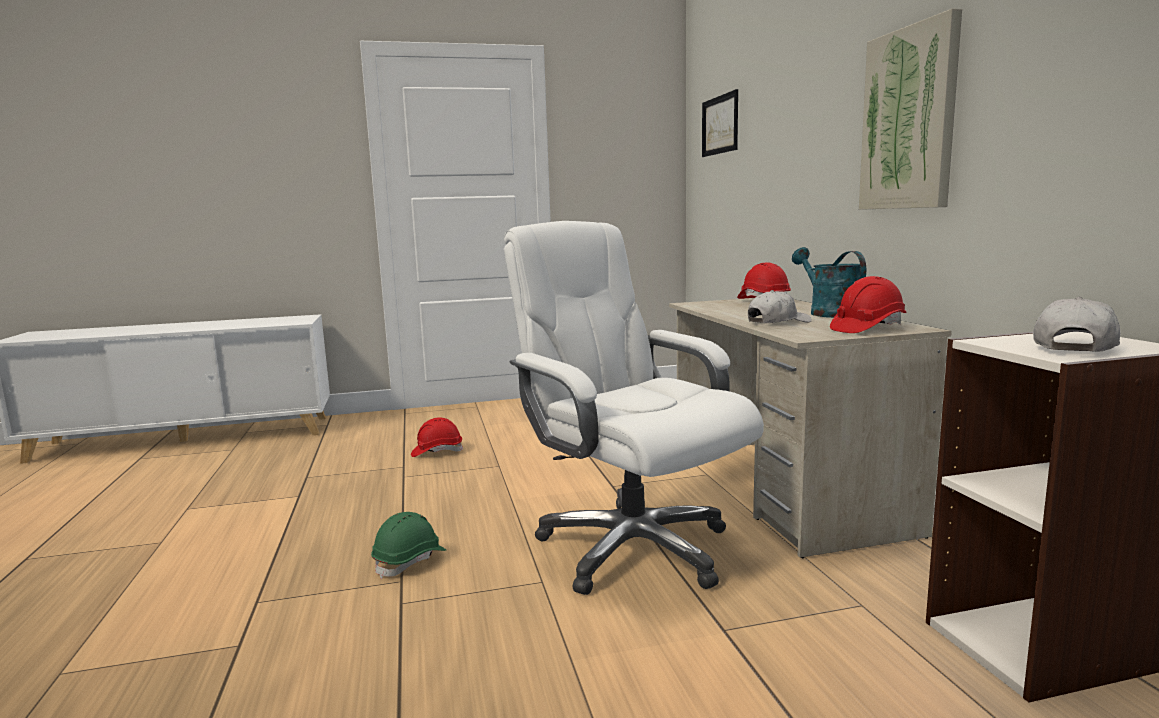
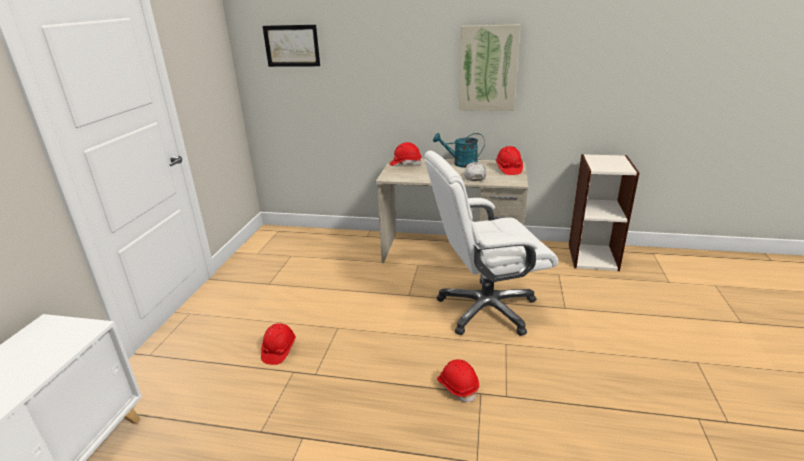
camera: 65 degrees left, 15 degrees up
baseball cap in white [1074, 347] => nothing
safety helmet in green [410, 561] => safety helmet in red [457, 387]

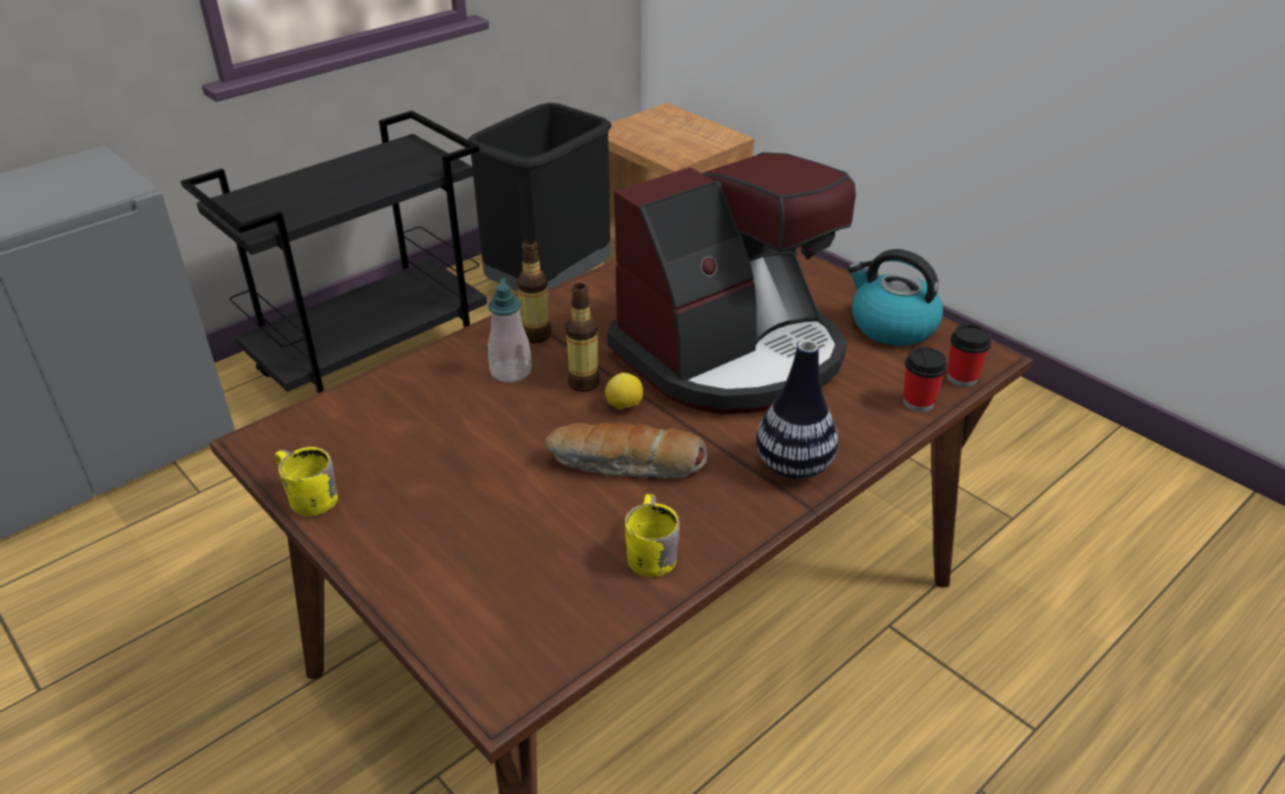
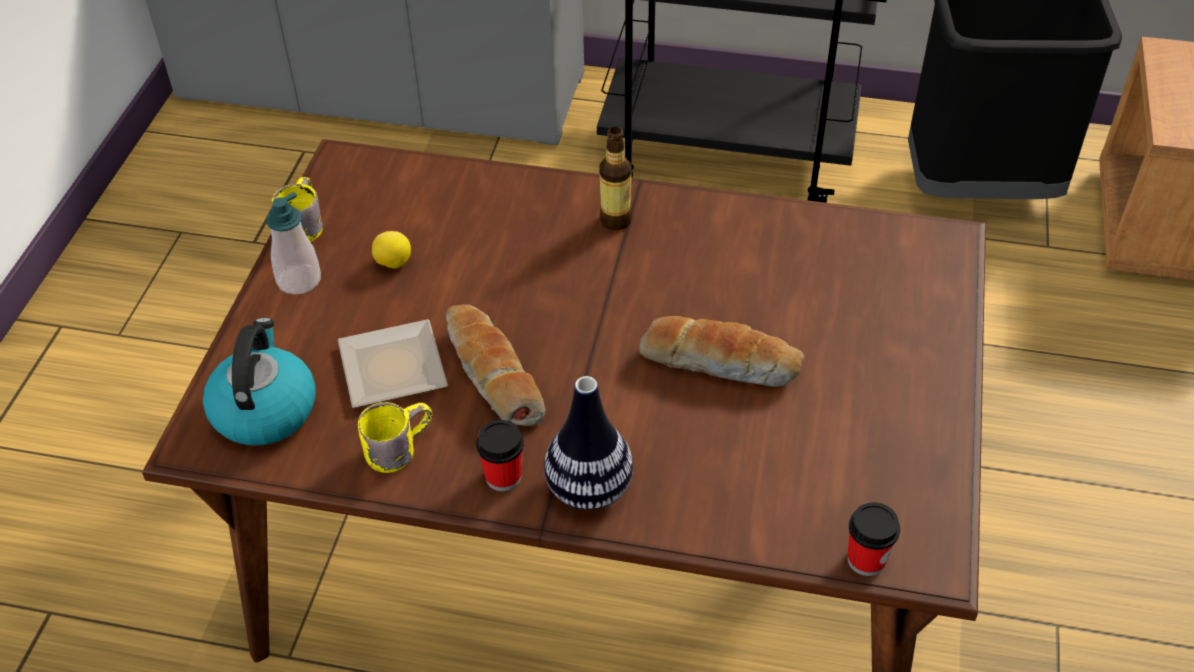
camera: 55 degrees right, 10 degrees up
coffee machine [732, 355] => bakery bread [720, 362]
tea kettle [891, 326] => tea kettle [264, 409], move
soap bottle [511, 371] => soap bottle [299, 280], move
bottle [583, 383] => nothing
small cup [918, 402] => small cup [503, 476], move
whole lemon [624, 406] => whole lemon [393, 263], move
nothing => plate [396, 370]

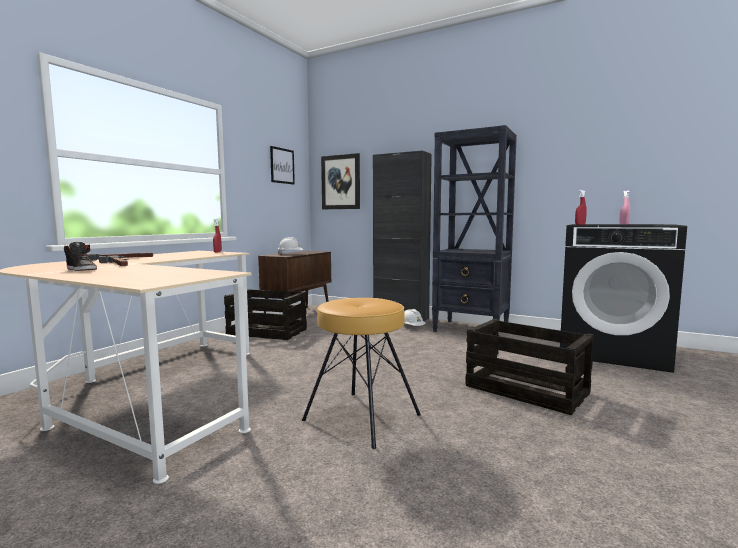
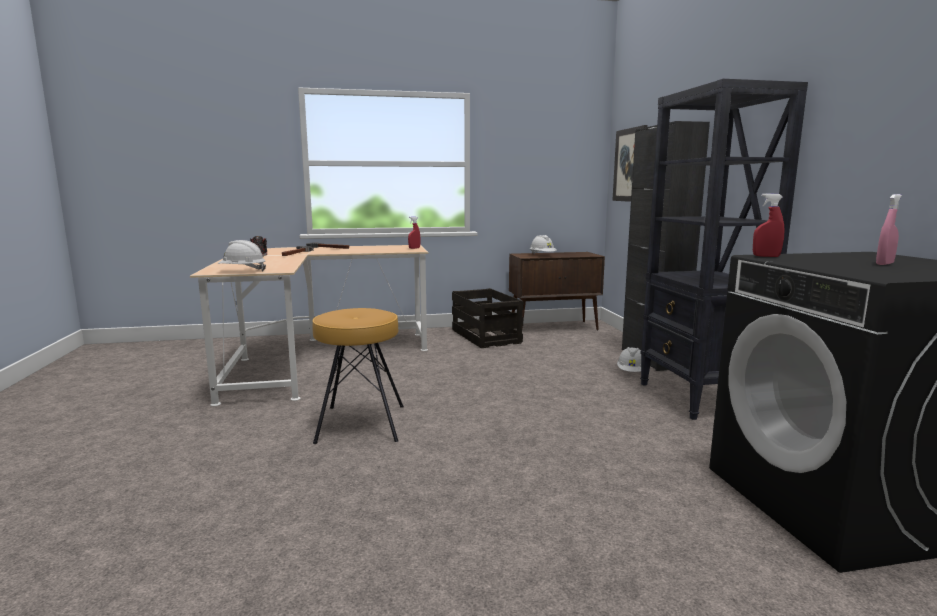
camera: 50 degrees right, 5 degrees up
wall art [282, 166] => nothing
packing crate [525, 389] => nothing
nothing => safety helmet in white [242, 271]

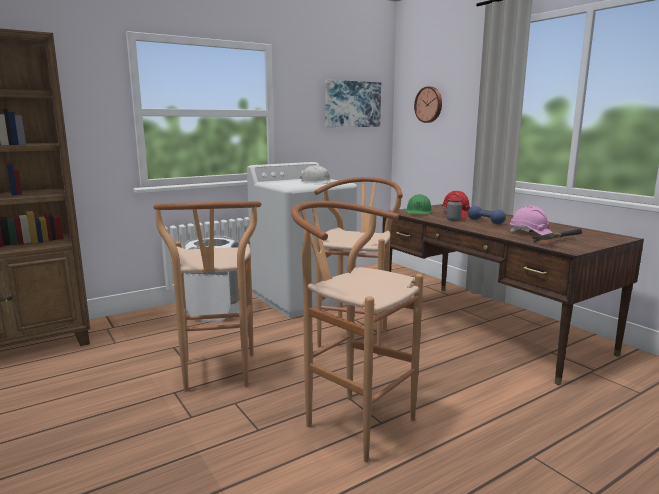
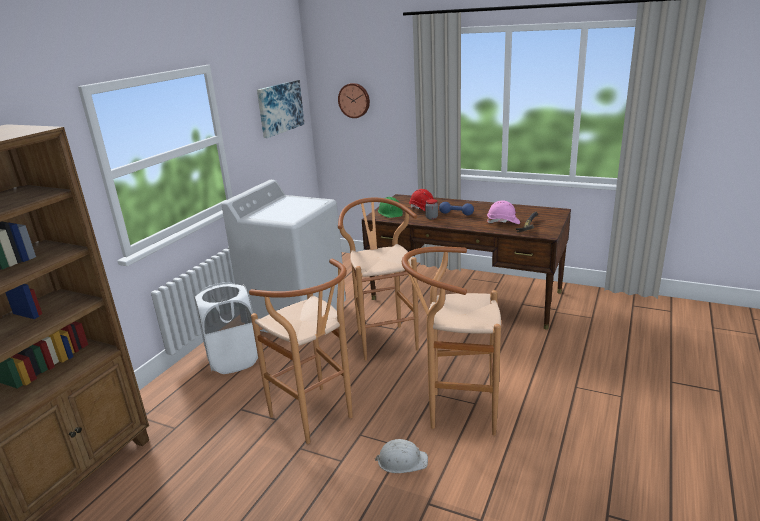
camera: 30 degrees left, 10 degrees up
safety helmet in white [317, 182] => safety helmet in white [402, 461], move

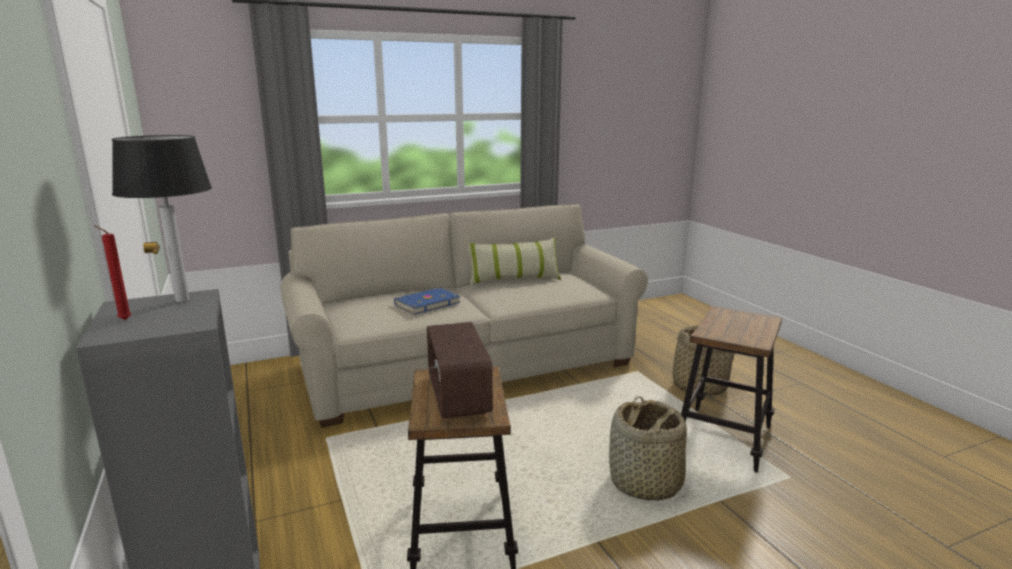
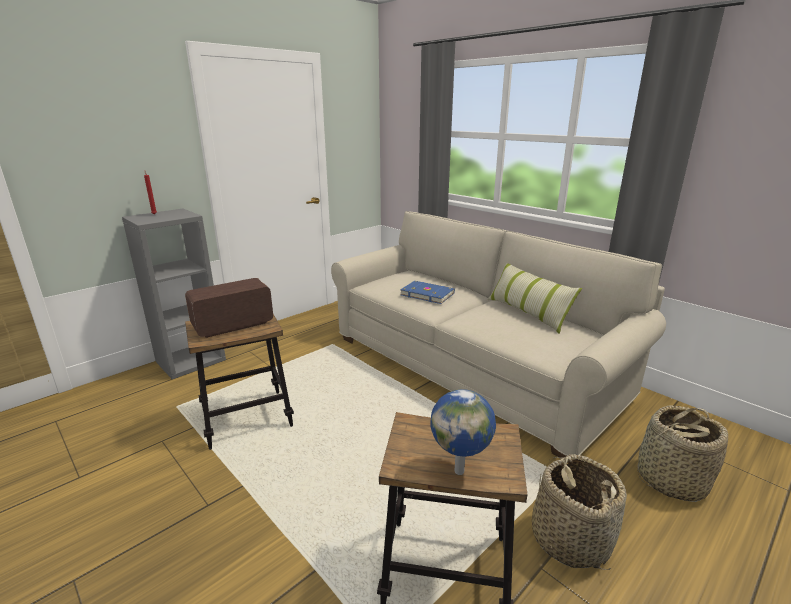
camera: 70 degrees right, 5 degrees up
tabletop lamp [181, 299] => nothing
storage basket [645, 483] => storage basket [670, 480], move
nothing => desk globe [460, 470]

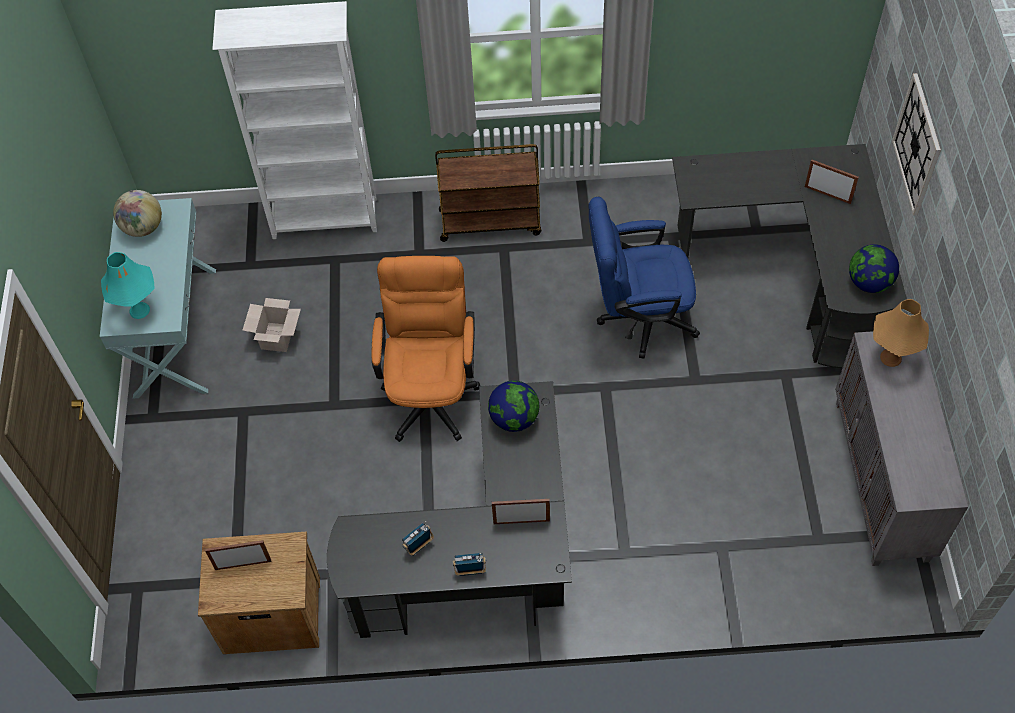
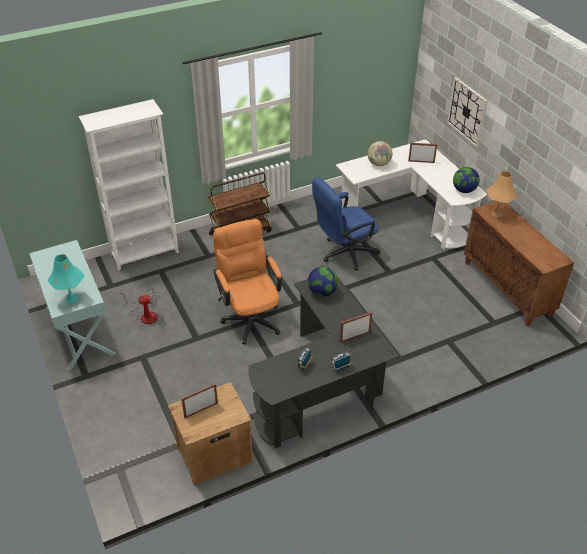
camera: 25 degrees left, 15 degrees down
desk in black-coloured [793, 273] => desk in white [410, 216]
desk globe [143, 227] => desk globe [378, 164], move
carton [277, 336] => cooling fan [144, 315]
storage cabinet in greyish [882, 480] => storage cabinet in brownish [508, 289]

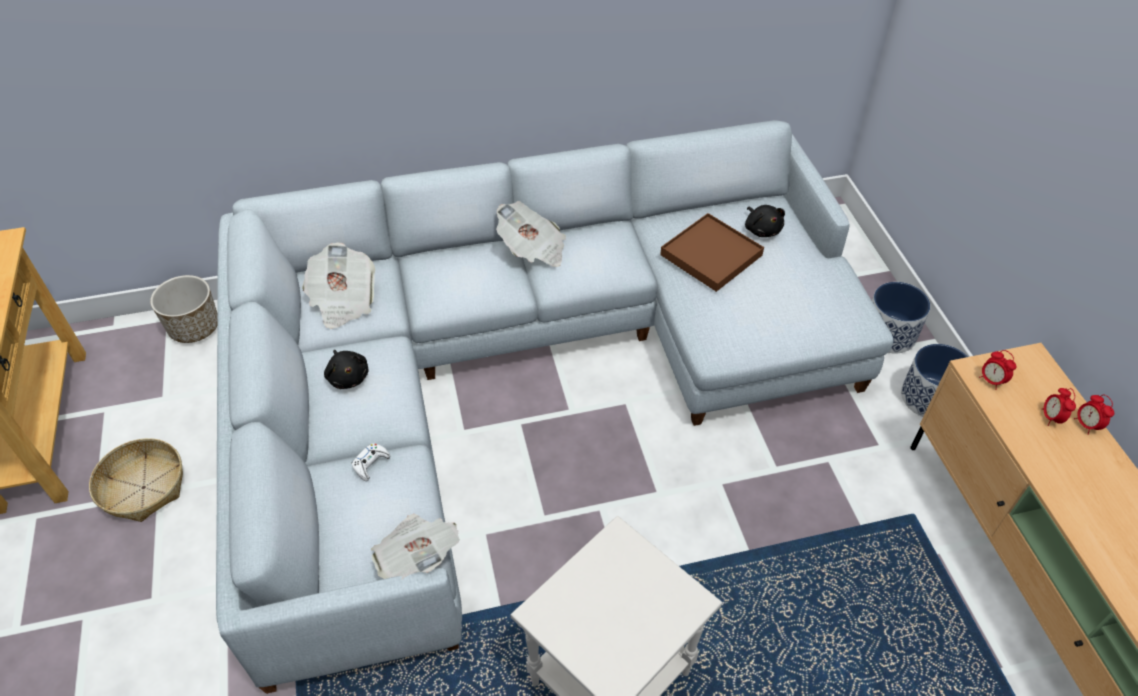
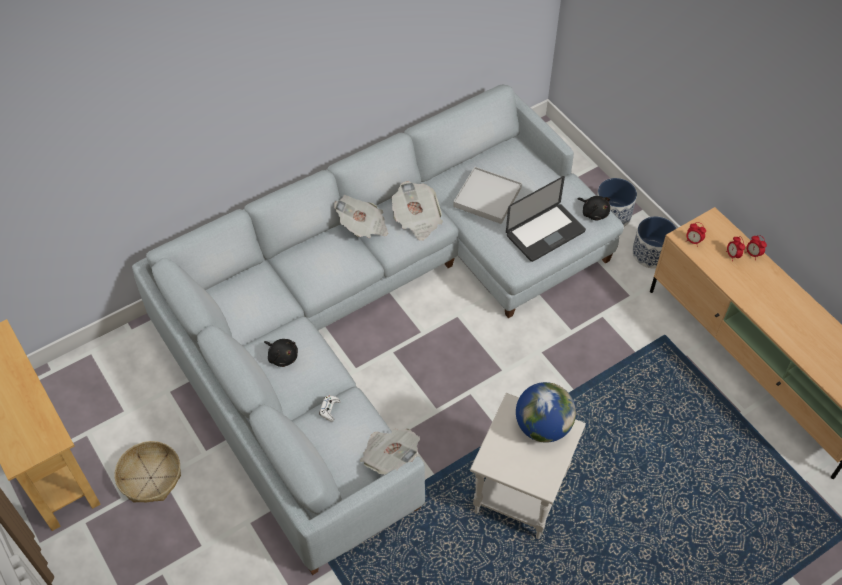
camera: 20 degrees left, 5 degrees up
soft toy in black-coloured [762, 229] => soft toy in black-coloured [594, 212], move
tray in brownish [711, 255] => tray in white [487, 197]
daily paper [343, 300] => daily paper [417, 220], move
planter [194, 327] => nothing
nothing => notebook computer [545, 233]
nothing => desk globe [542, 426]

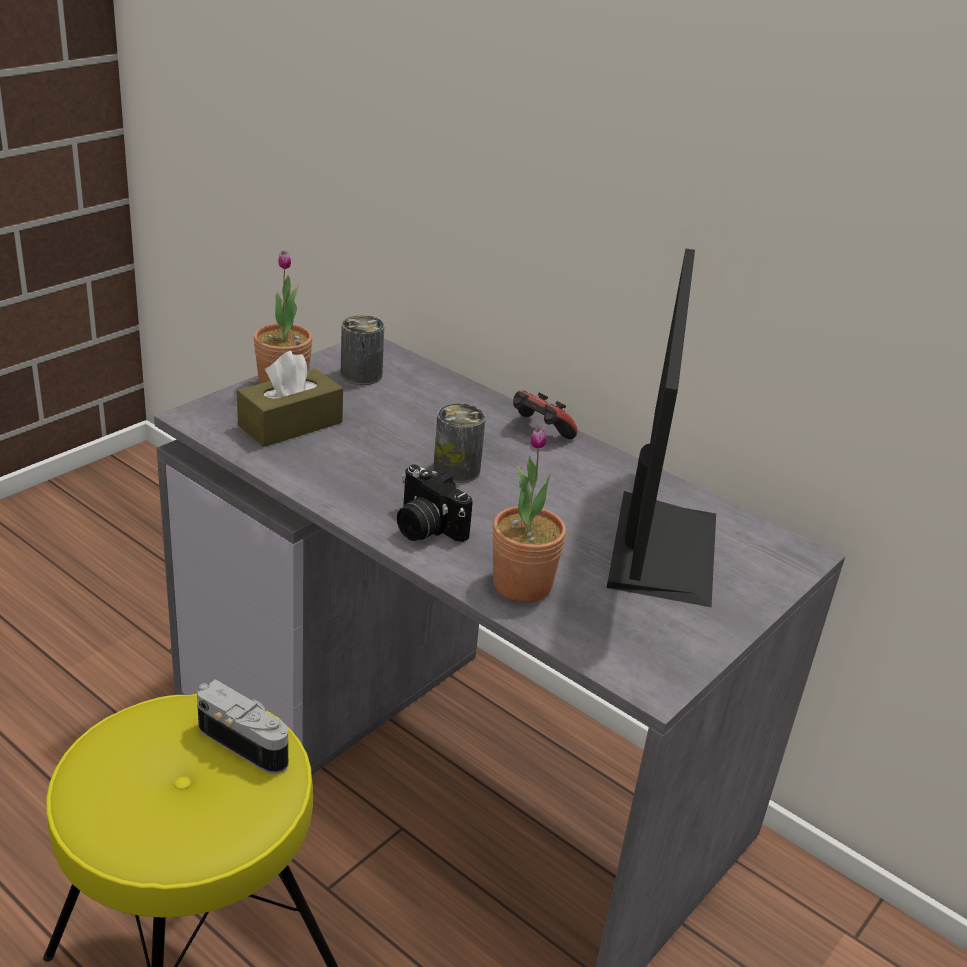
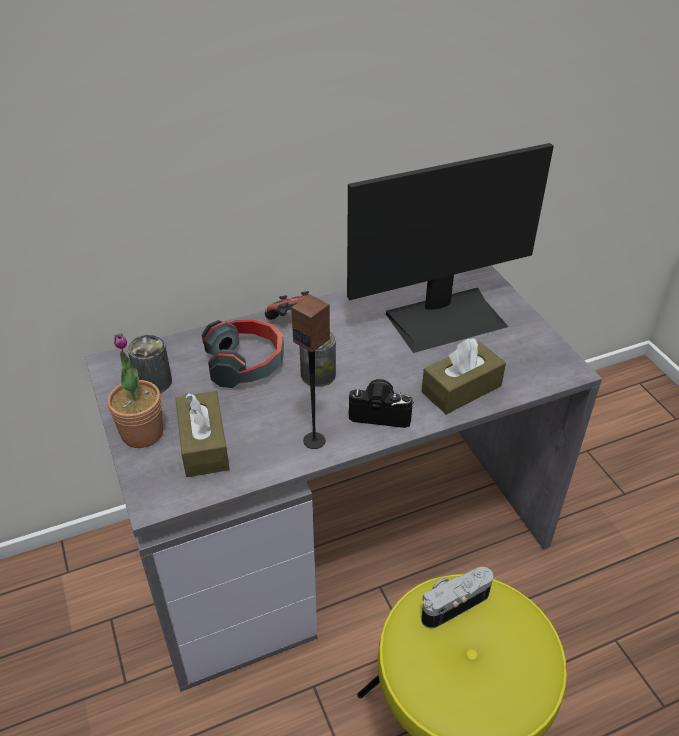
camera: 60 degrees left, 10 degrees up
computer screen [658, 546] => computer screen [445, 318], 120 degrees clockwise
plant in a pot [522, 584] => tissue box in brownish [461, 389]
photo camera [425, 527] => photo camera [381, 413], 150 degrees counterclockwise
nothing => audio speaker [314, 440]
nothing => pair of headphones [246, 363]

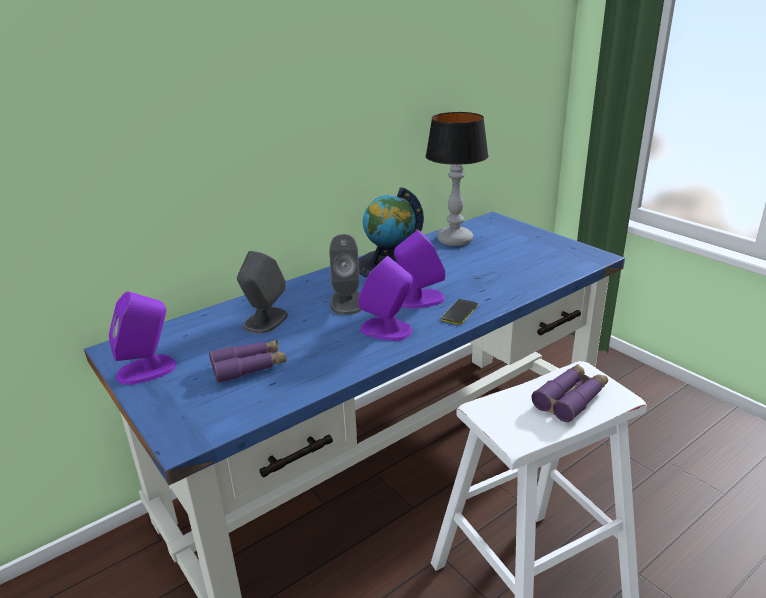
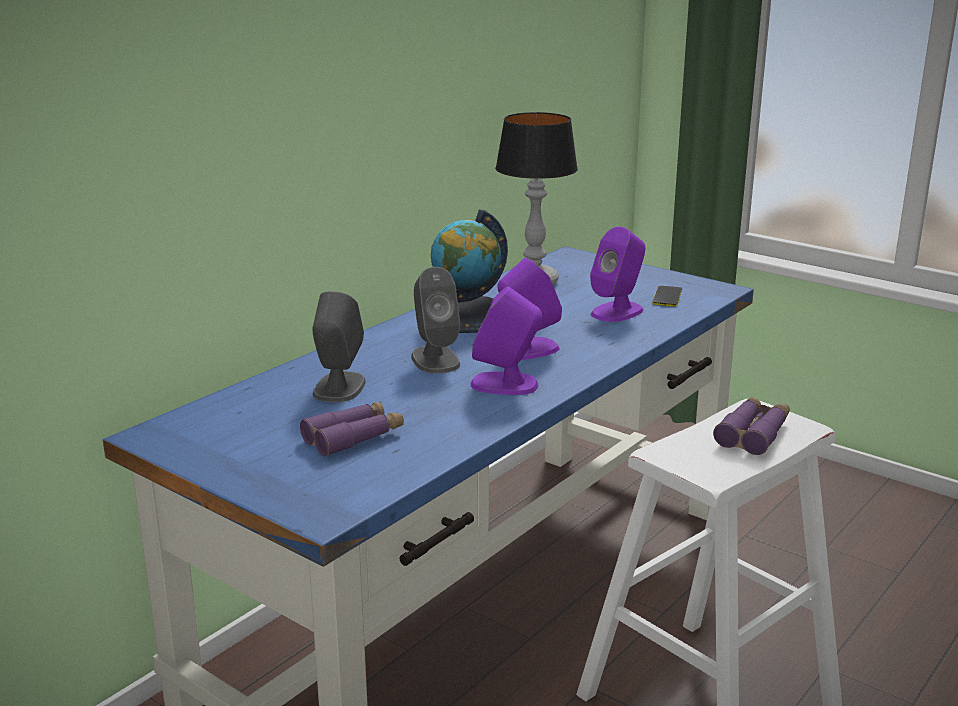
camera: 15 degrees left, 5 degrees down
audio speaker in purple-coloured [147, 370] => audio speaker in purple-coloured [617, 311], move
phone [459, 312] => phone [667, 297], move

